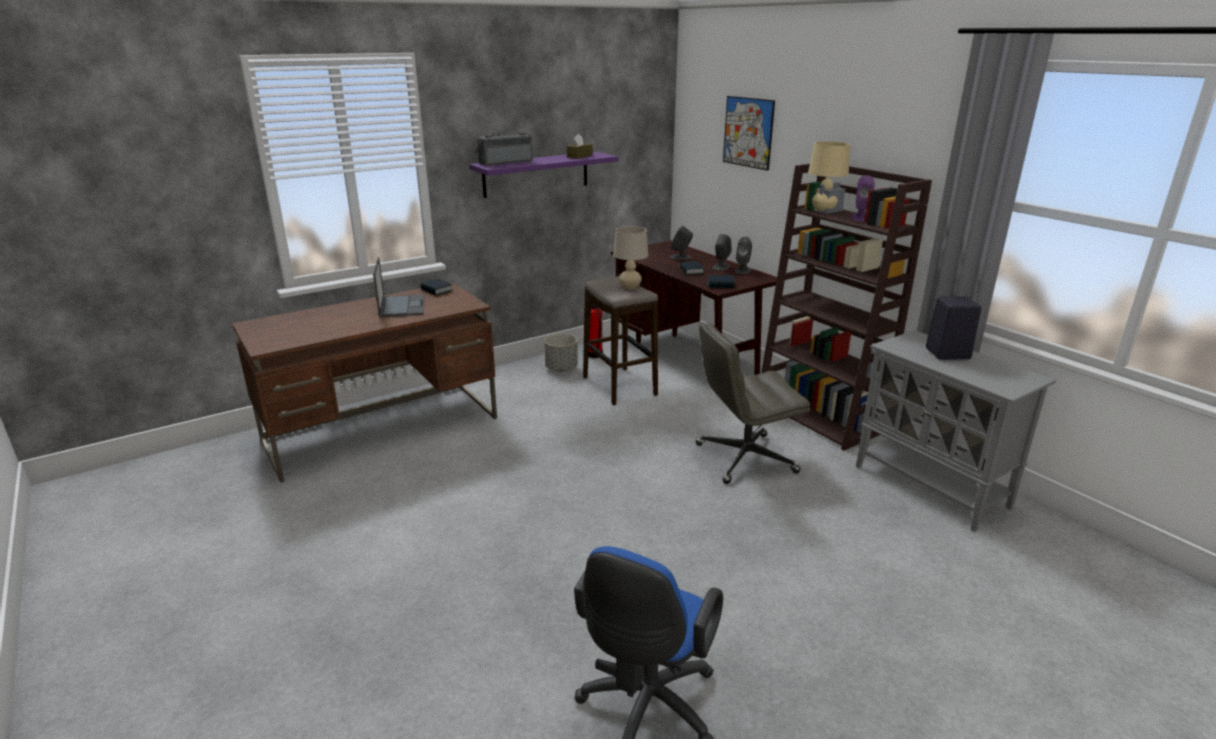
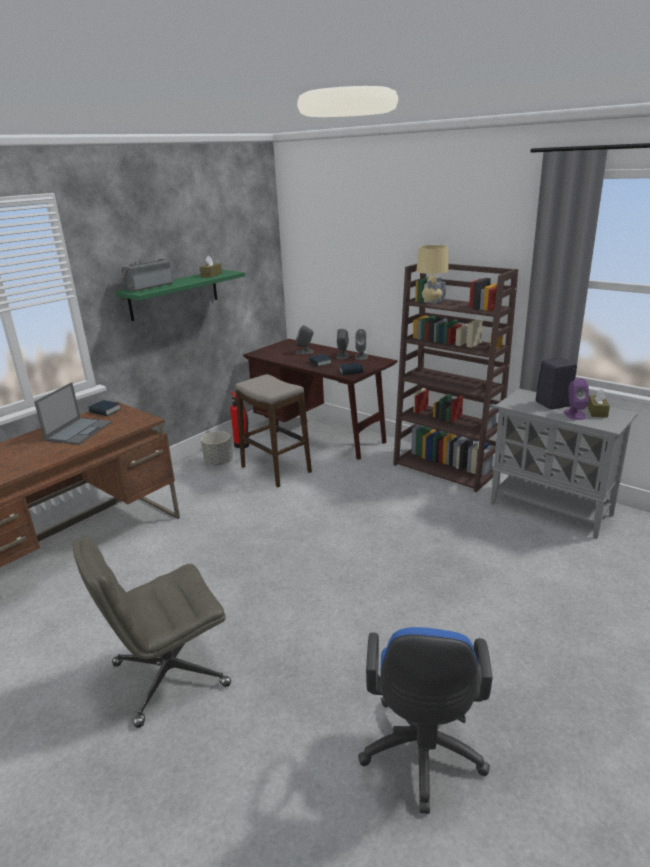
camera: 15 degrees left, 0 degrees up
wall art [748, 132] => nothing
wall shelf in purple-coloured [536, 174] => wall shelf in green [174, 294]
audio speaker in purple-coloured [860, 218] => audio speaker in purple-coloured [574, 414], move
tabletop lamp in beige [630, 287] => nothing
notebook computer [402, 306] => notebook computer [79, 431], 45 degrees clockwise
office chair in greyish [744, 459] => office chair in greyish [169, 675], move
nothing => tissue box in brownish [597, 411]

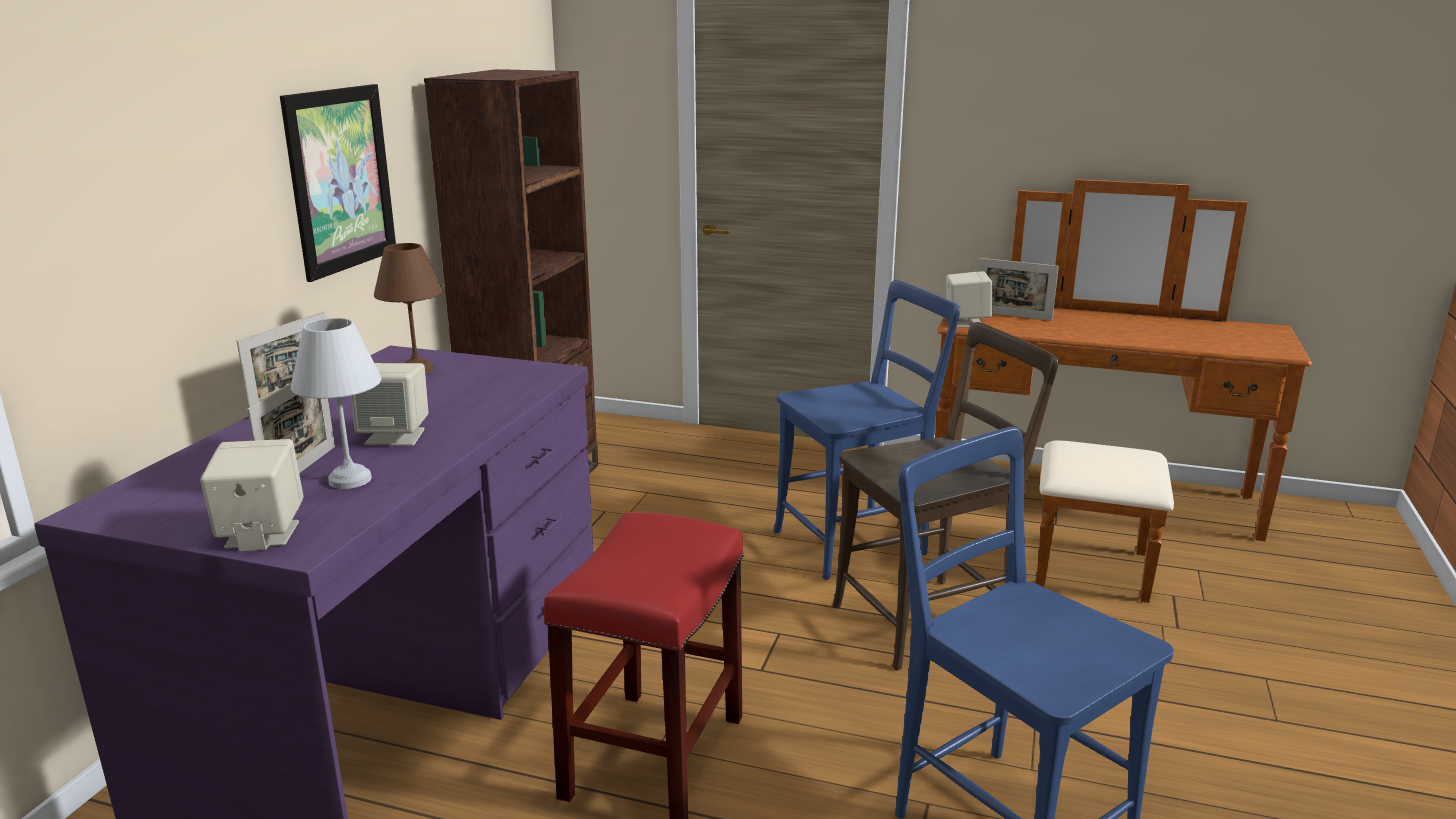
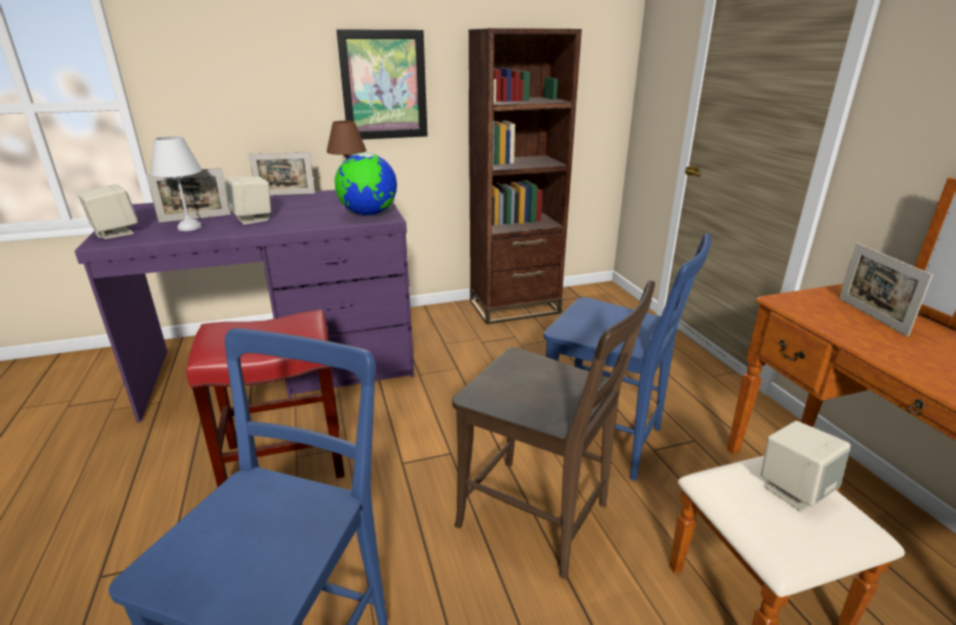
camera: 55 degrees right, 5 degrees up
audio speaker in beige [965, 322] => audio speaker in beige [793, 490], move
nothing => desk globe [368, 214]

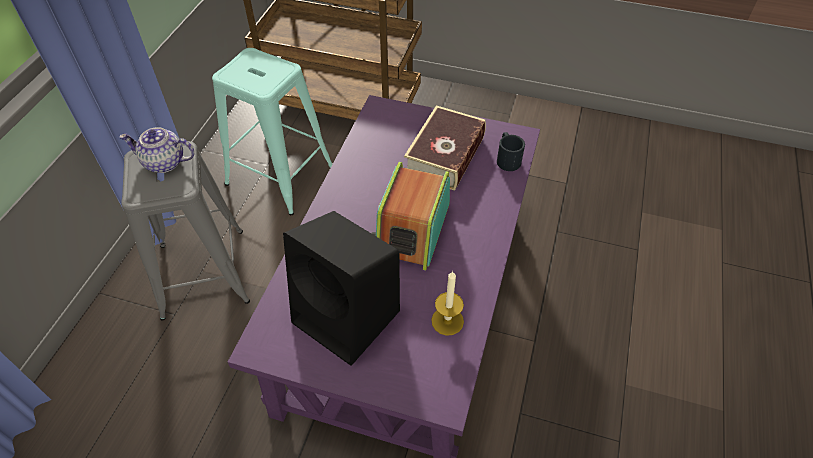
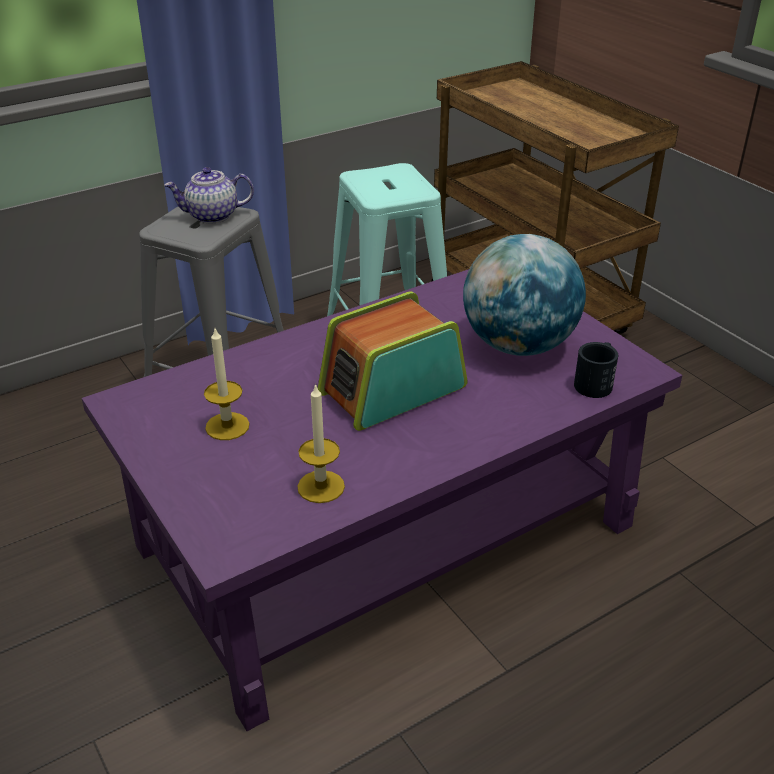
camera: 40 degrees right, 15 degrees down
volume [445, 156] => desk globe [518, 345]
teapot [164, 163] => teapot [212, 216], 60 degrees counterclockwise
audio speaker in black-coloured [349, 317] => wax candle [227, 426]

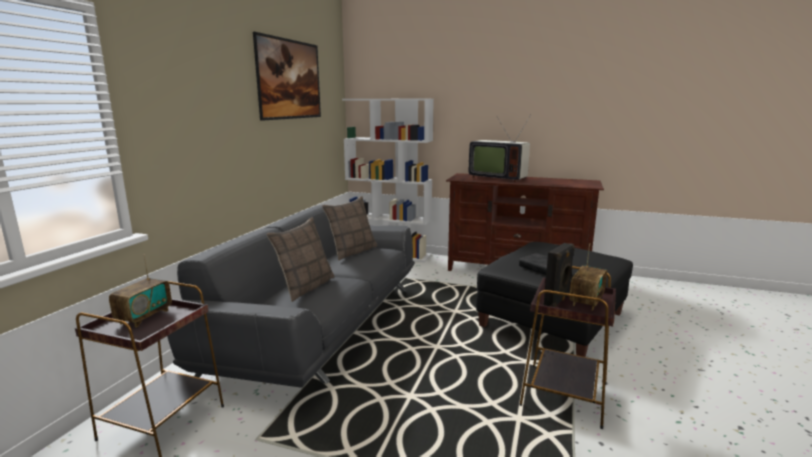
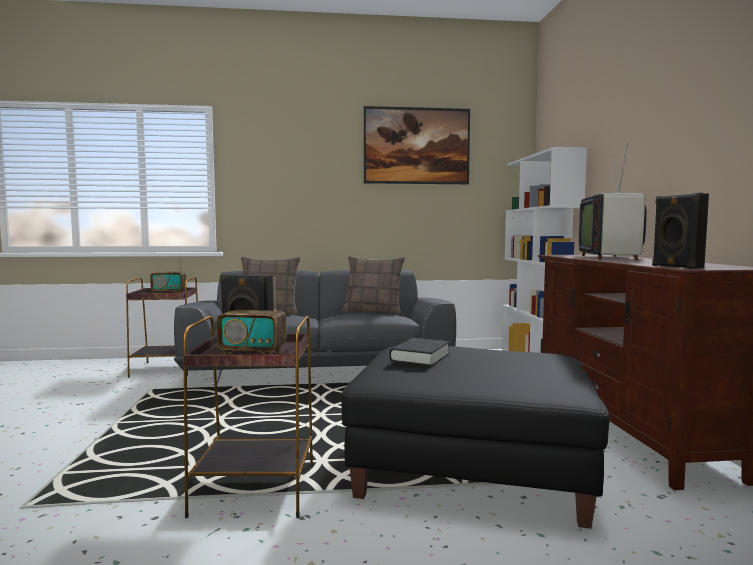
camera: 65 degrees right, 10 degrees down
nothing => audio speaker in black-coloured [675, 267]

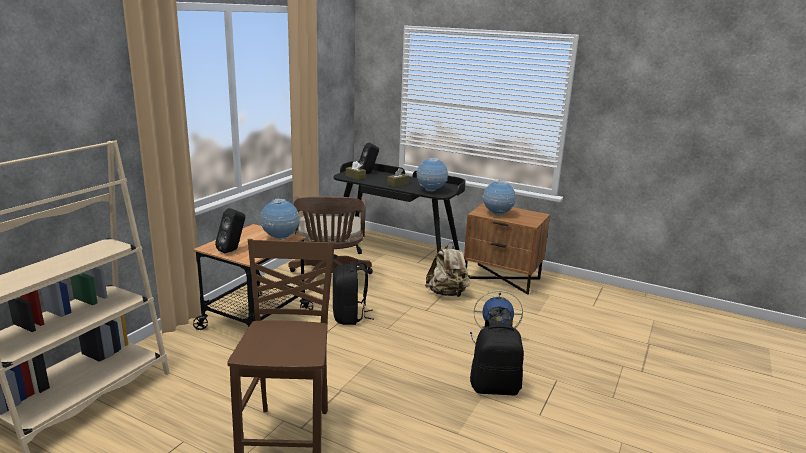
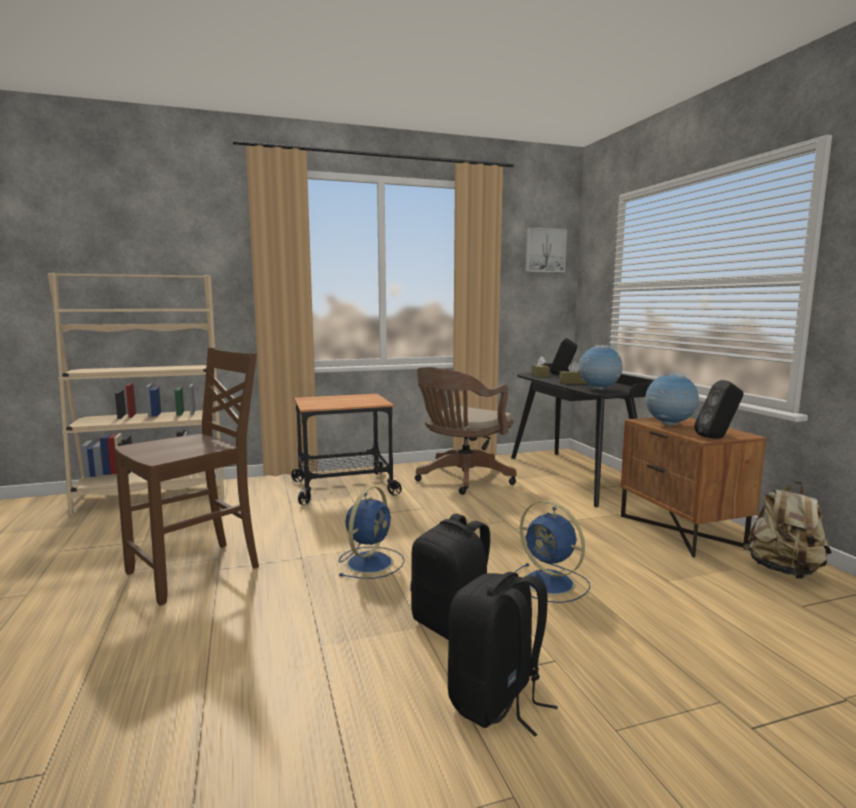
camera: 45 degrees right, 10 degrees down
desk globe [280, 238] => nothing
audio speaker in black-coloured [233, 250] => audio speaker in black-coloured [717, 438], move
knapsack in beige [447, 293] => knapsack in beige [784, 571], move
knapsack in black-coloured [350, 317] => knapsack in black-coloured [496, 701], move
nothing => wall art [544, 250]
nothing => cooling fan in blue-coloured [371, 562]

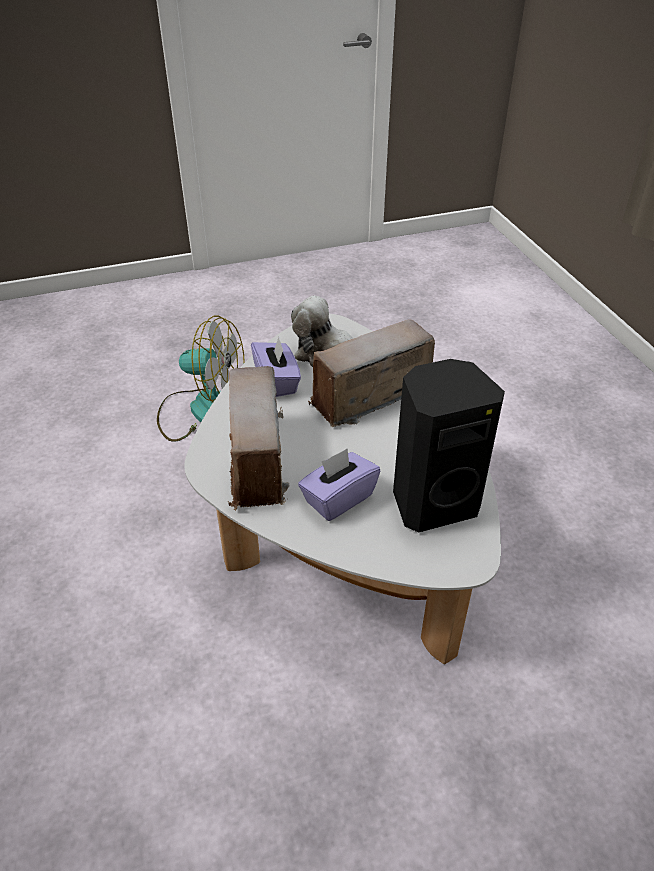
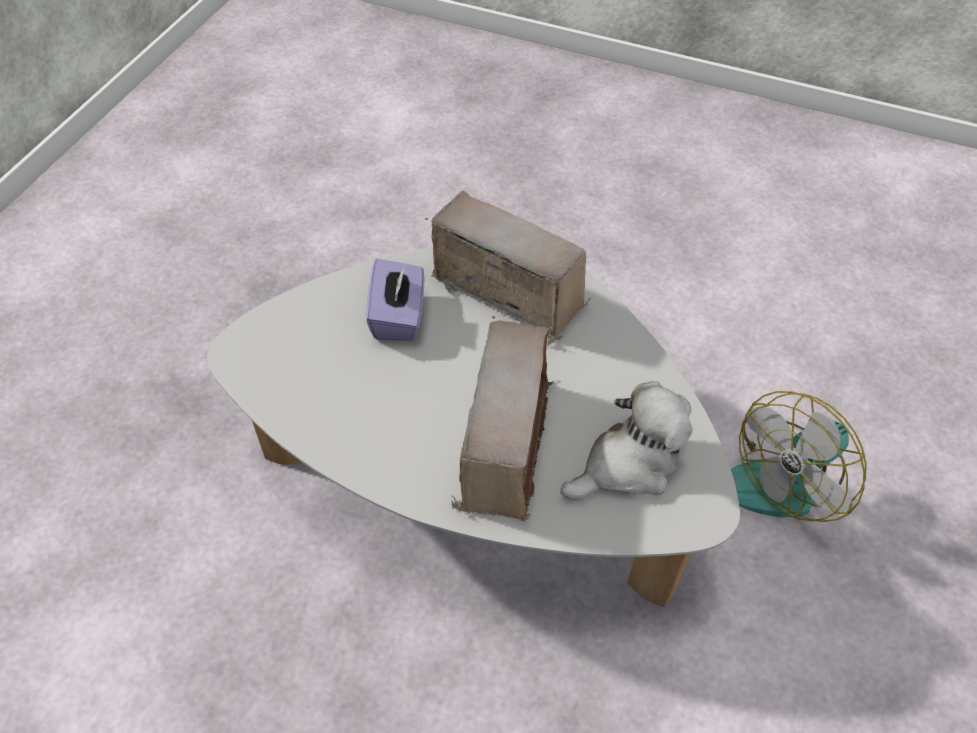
camera: 130 degrees right, 10 degrees up
tissue box in purple-coloured [277, 382] => nothing
audio speaker in black-coloured [433, 502] => nothing

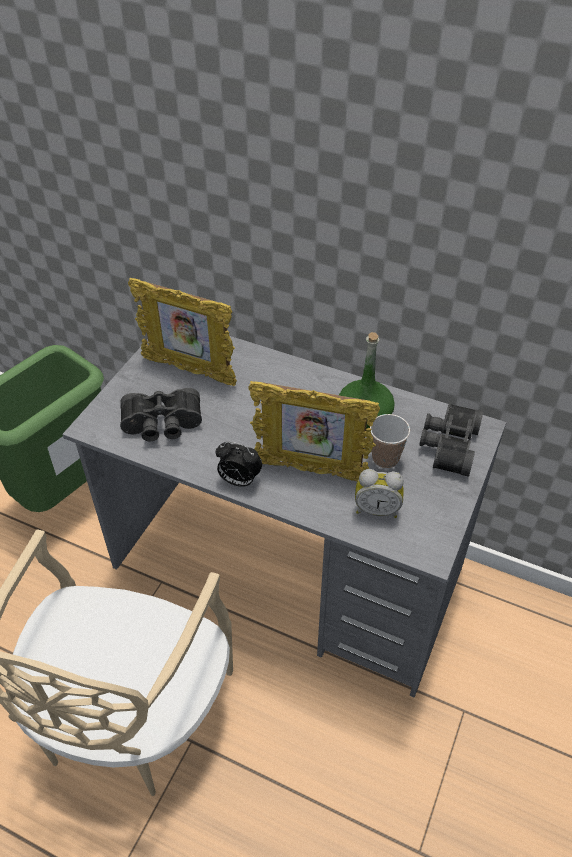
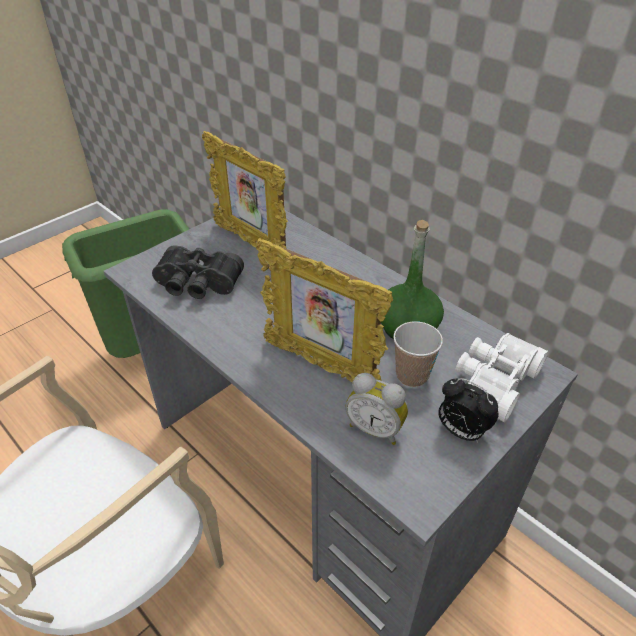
camera: 20 degrees right, 5 degrees down
field glasses in black-coloured [447, 445] => field glasses in white [493, 380]
alarm clock [239, 481] => alarm clock [460, 431], move

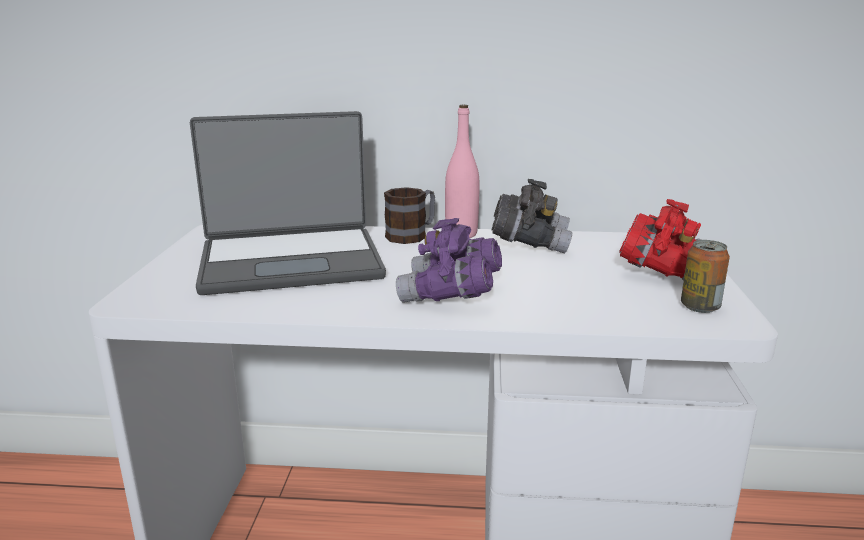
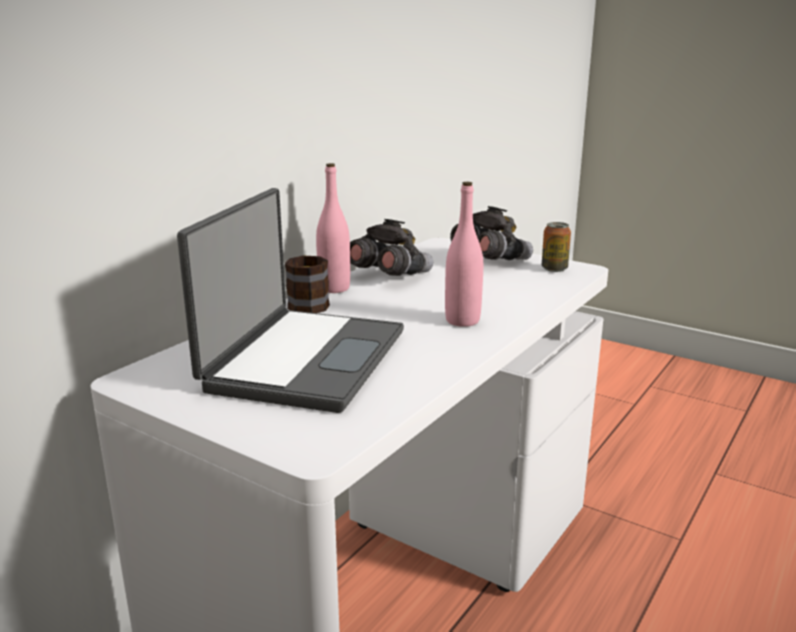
camera: 60 degrees left, 0 degrees up
field glasses in red [663, 270] => field glasses in greyish [489, 259]
field glasses in purple-coloured [450, 295] => bottle in pink [462, 321]

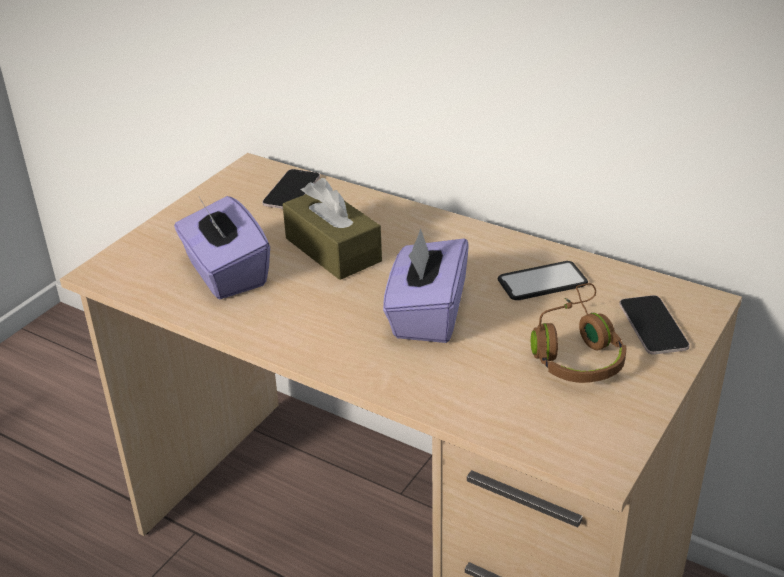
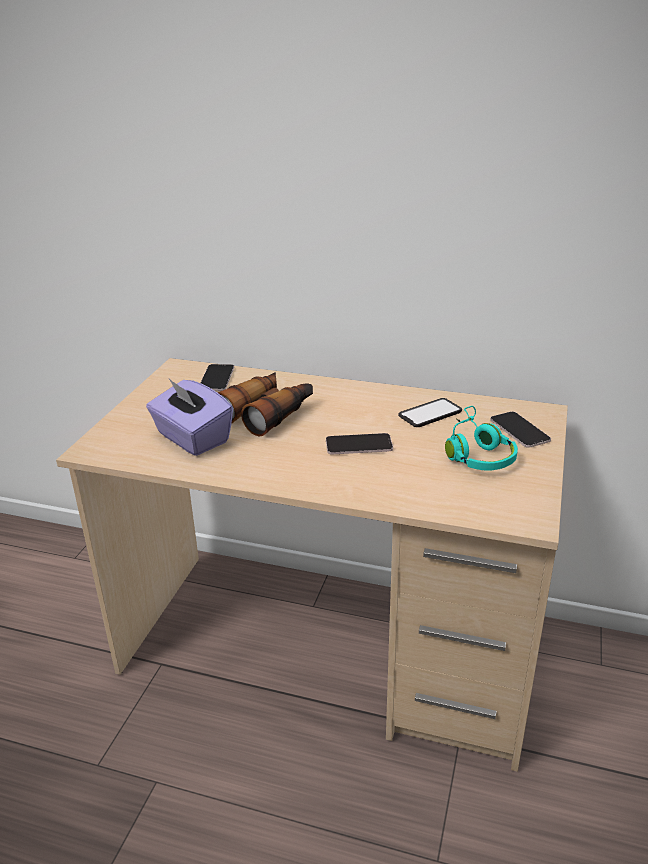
camera: 15 degrees left, 5 degrees down
tissue box in brownish [333, 250] => field glasses [267, 412]
tissue box in purple-coloured [426, 315] => phone [359, 445]
pair of headphones in brownish [576, 351] => pair of headphones in turquoise-coloured [476, 453]

